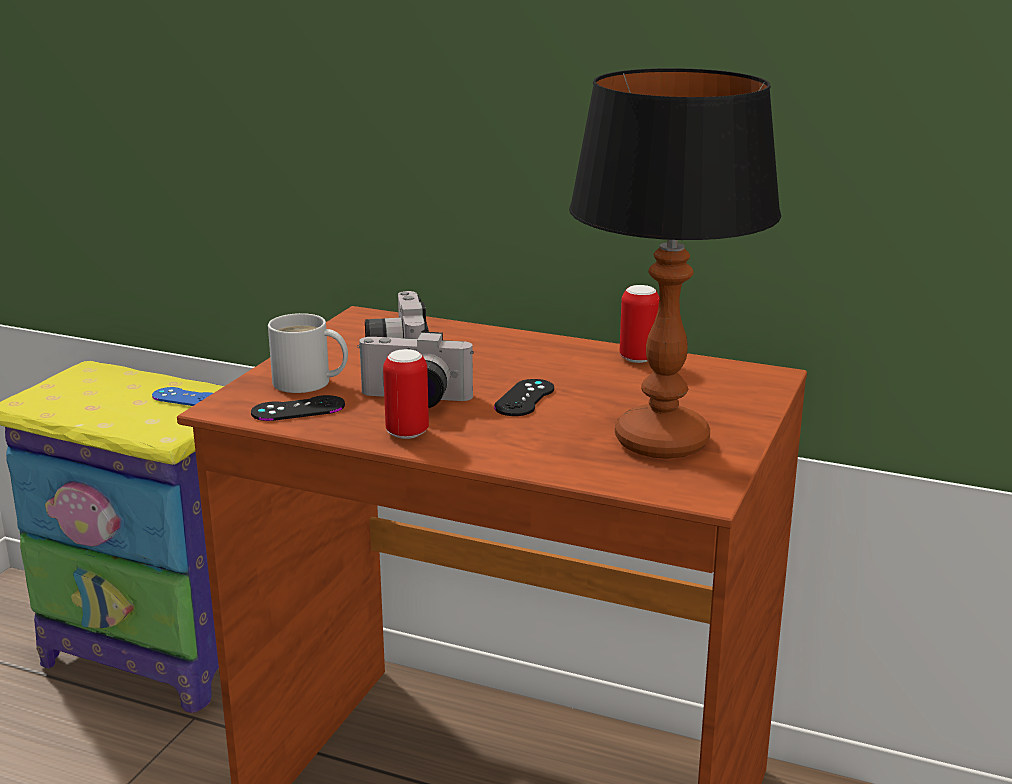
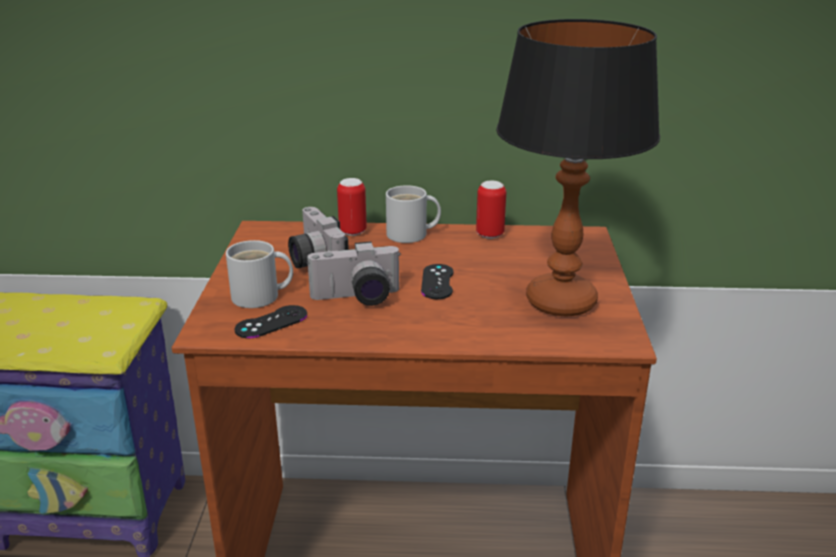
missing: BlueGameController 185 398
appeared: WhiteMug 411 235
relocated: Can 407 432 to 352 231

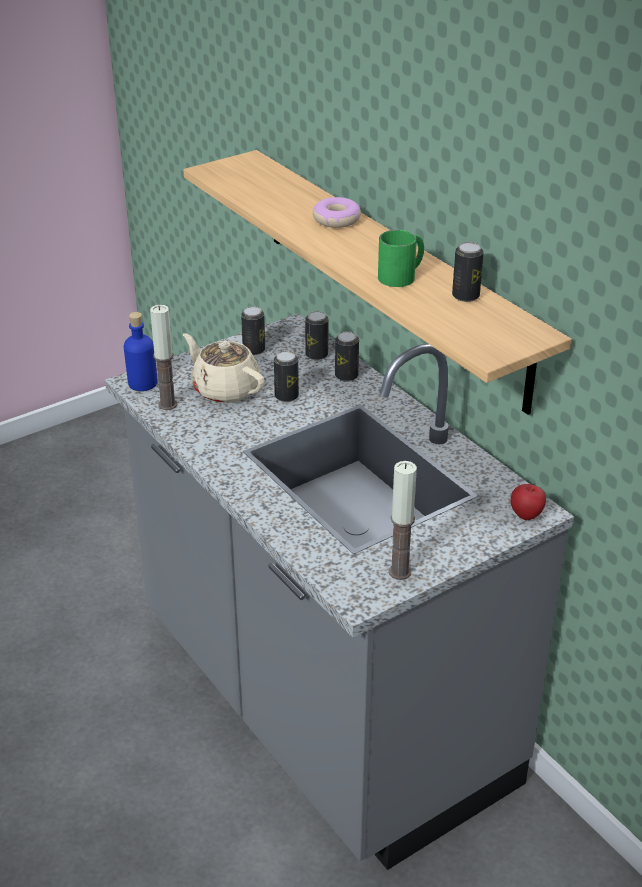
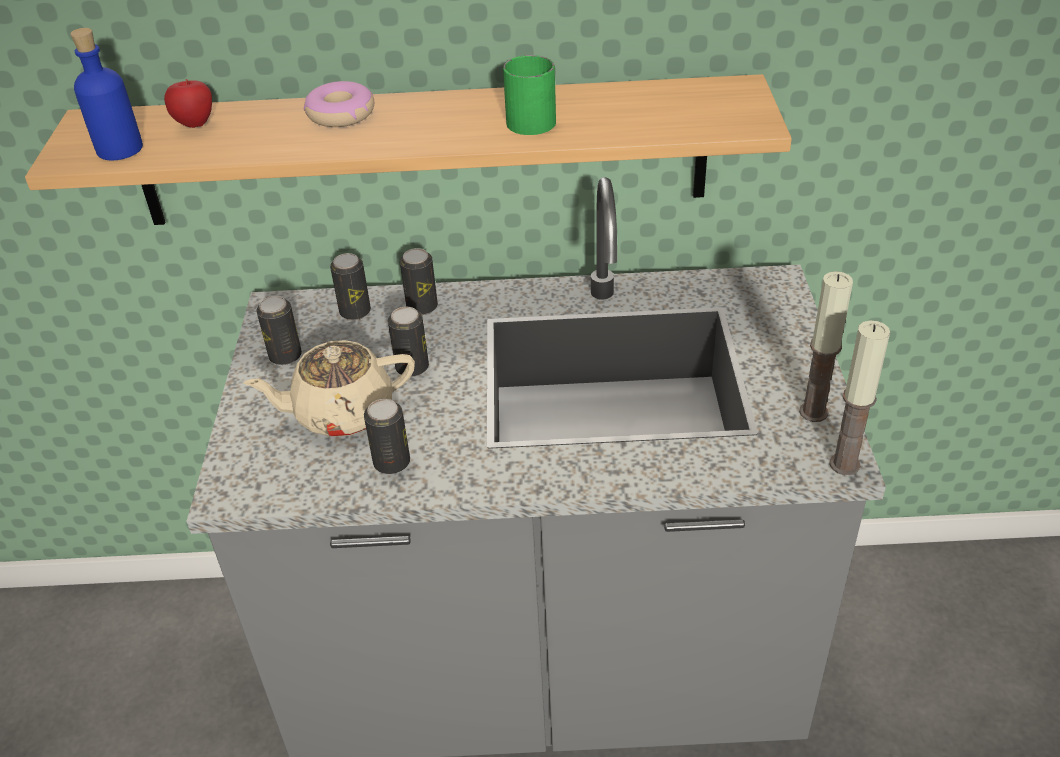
relocated: BlueBottle 142 383 to 119 149; Candle 167 404 to 844 464; Can 465 296 to 392 463; Apple 526 516 to 195 125

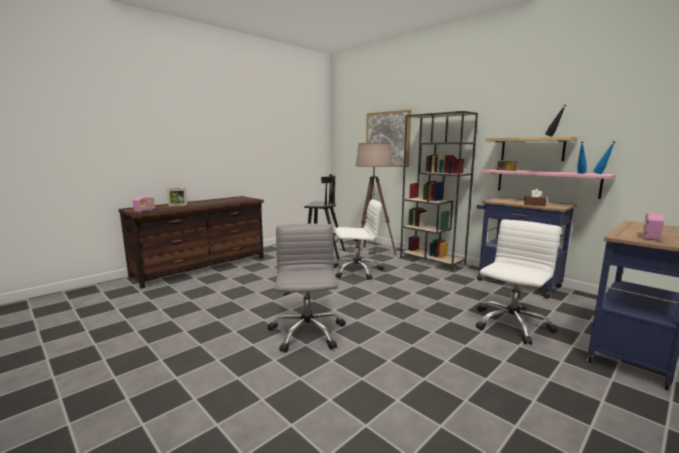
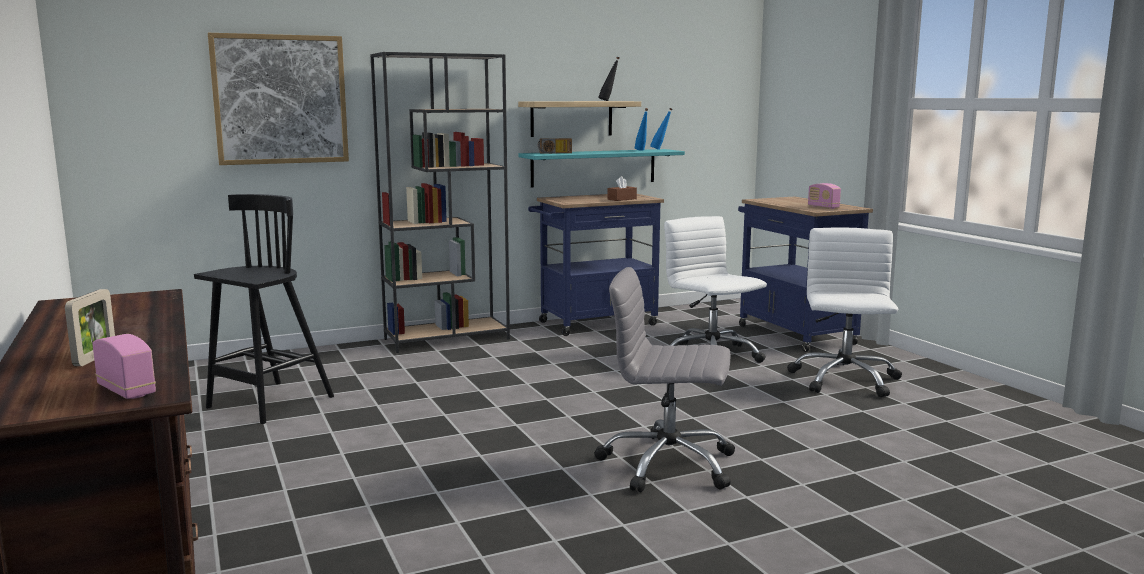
missing: FloorLamp 372 253
relocated: WhiteOfficeChair 357 271 to 844 379
colour: PinkShelf 546 182 to TurquoiseShelf 594 167

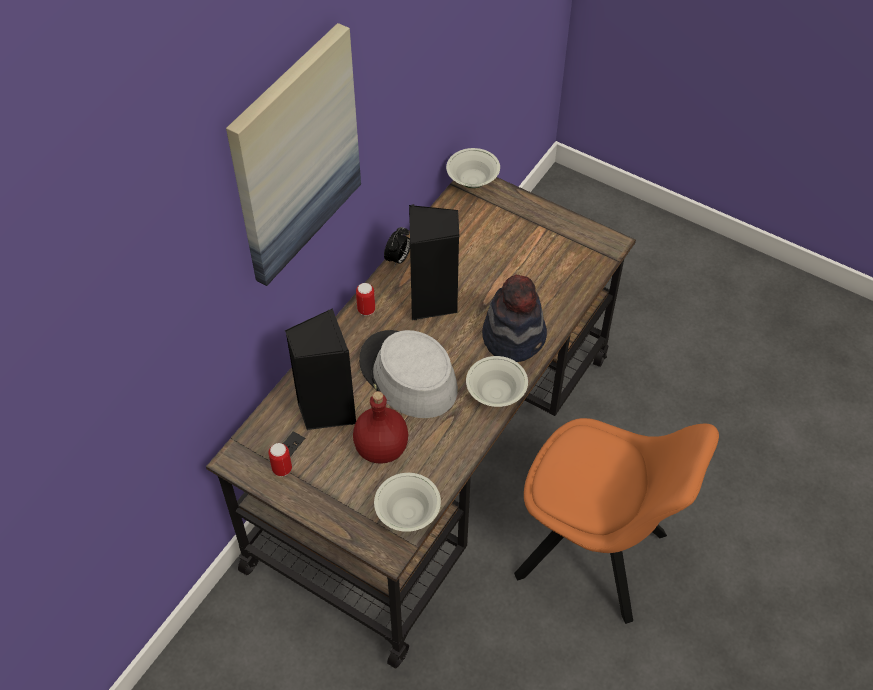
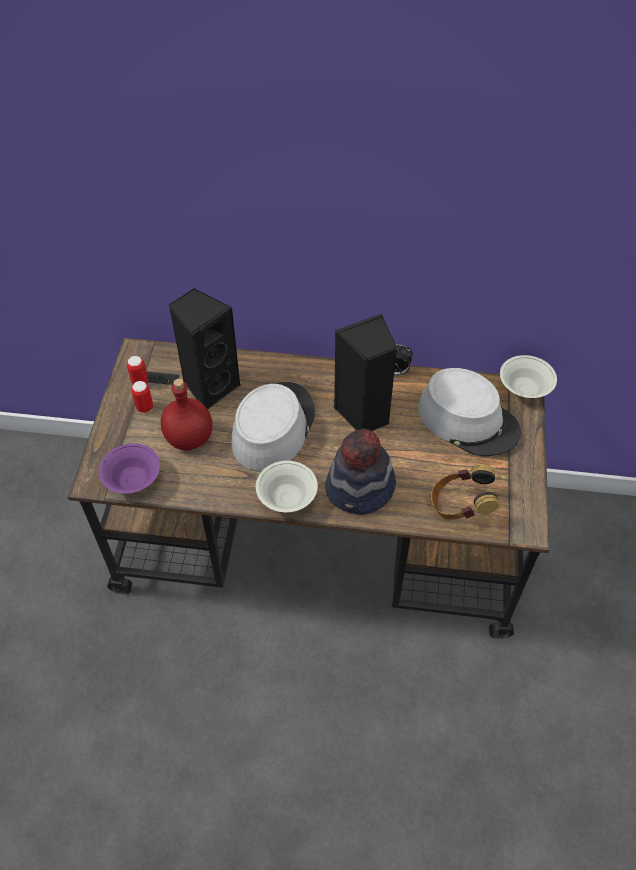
missing: Picture 295 156; OrangeChair 593 554
appeared: GreyHat 468 420; Headphones 460 506
relocated: Can 366 309 to 145 407
colour: WhiteBowl 408 513 to PurpleBowl 133 481

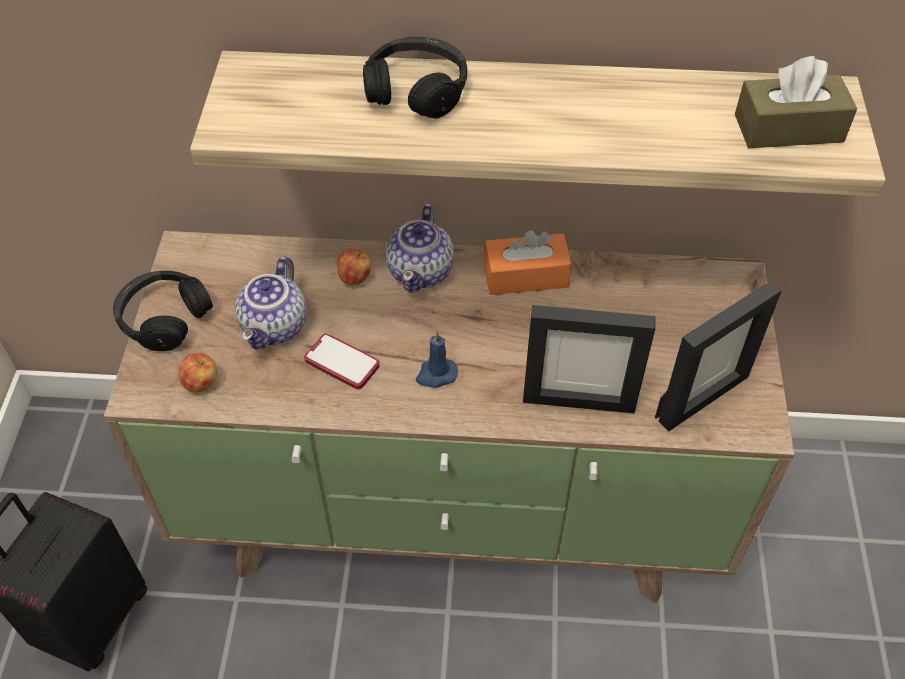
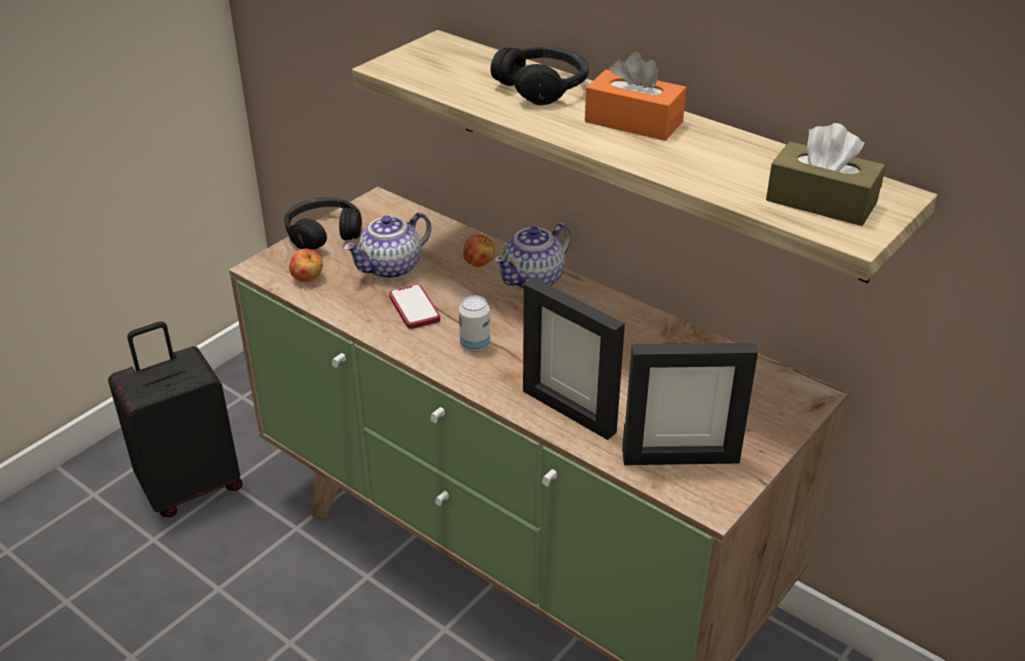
relocated: OrangeTissueBox 525 275 to 633 122
exchanged: BlueCandle 436 374 to Can 475 345

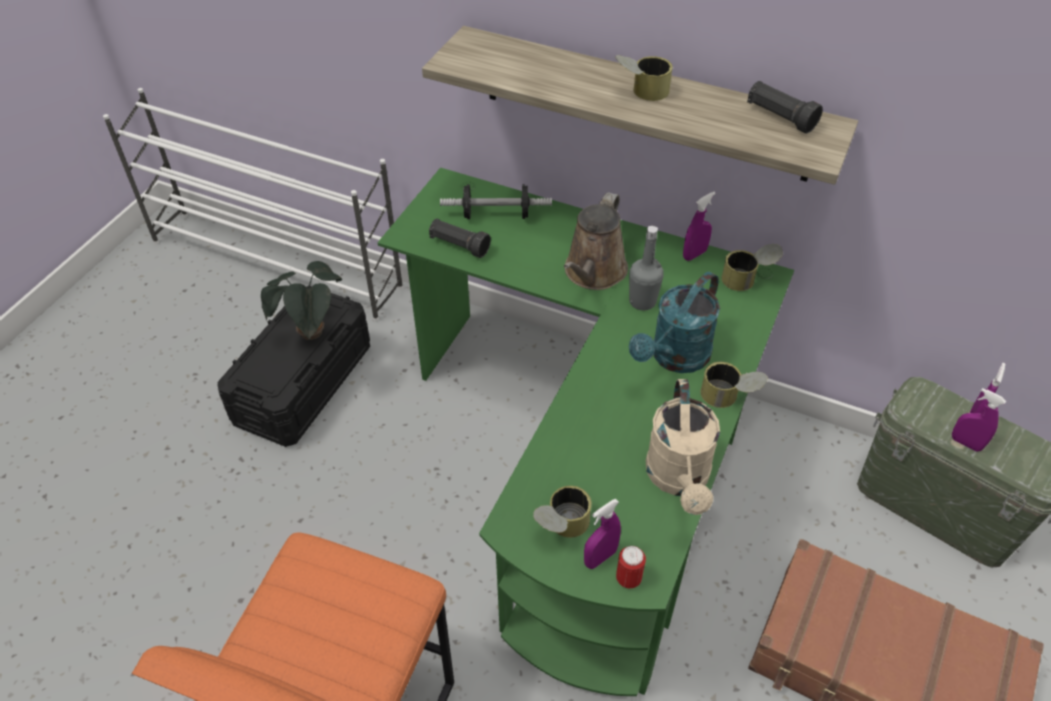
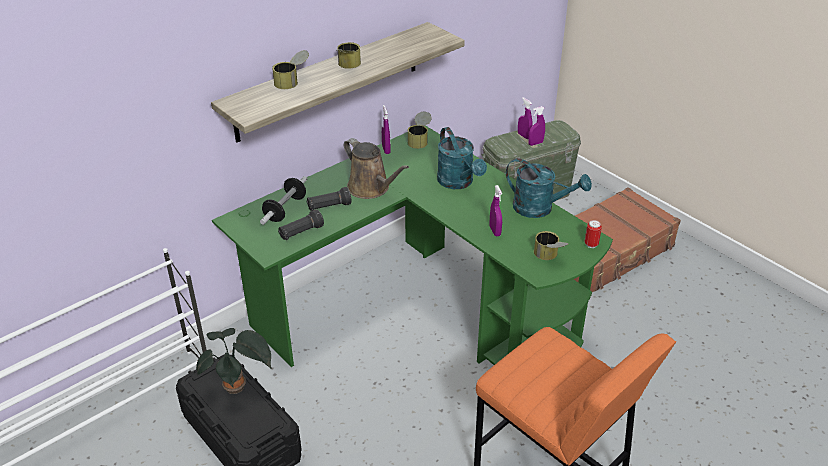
missing: GreyBottle 642 301
relocated: PurpleSprayBottle 600 557 to 495 231; Can 729 398 to 292 81; BlackFlashlight 780 117 to 329 207
colour: BeigeWateringCan 679 479 to TurquoiseWateringCan 540 208

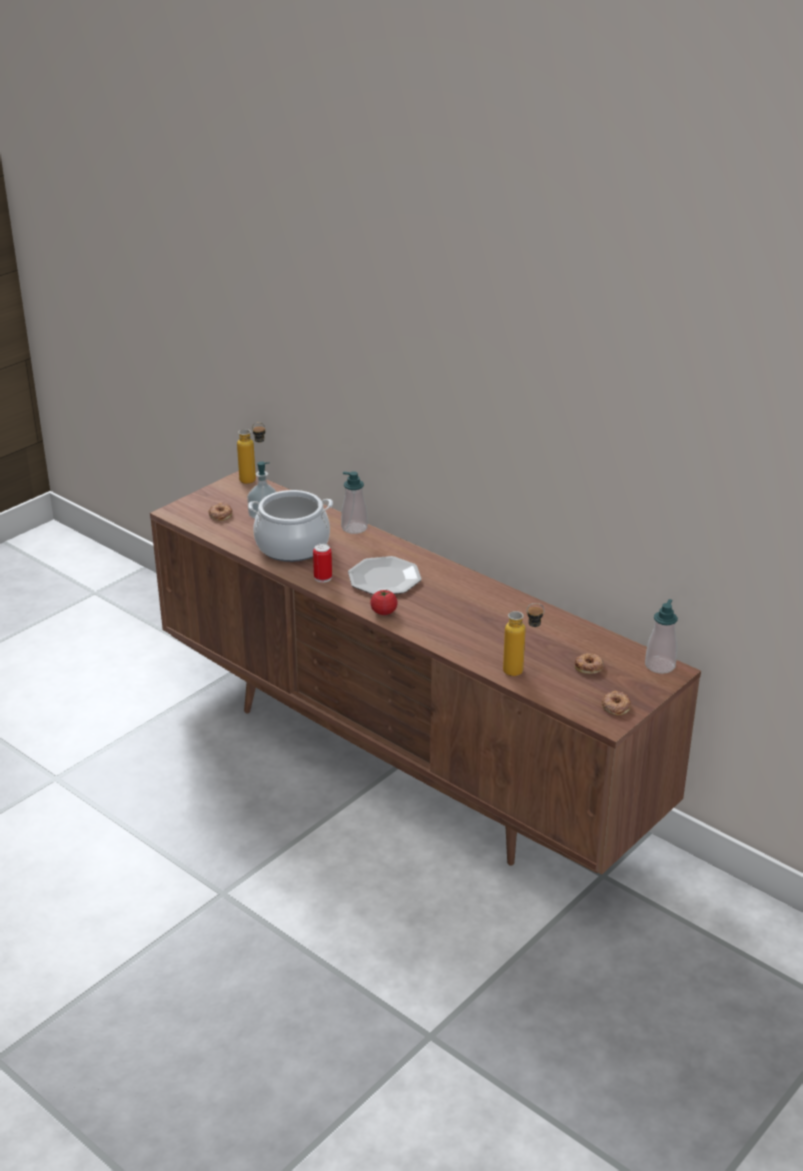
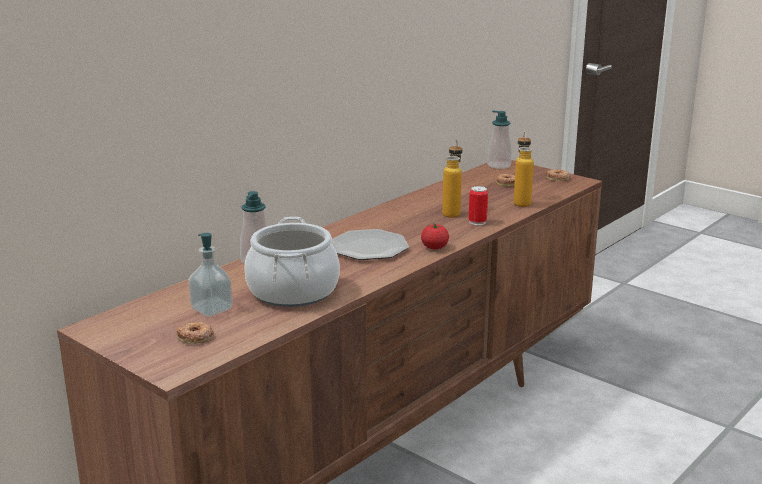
relocated: Bottle 254 481 to 452 212; Can 323 578 to 477 222

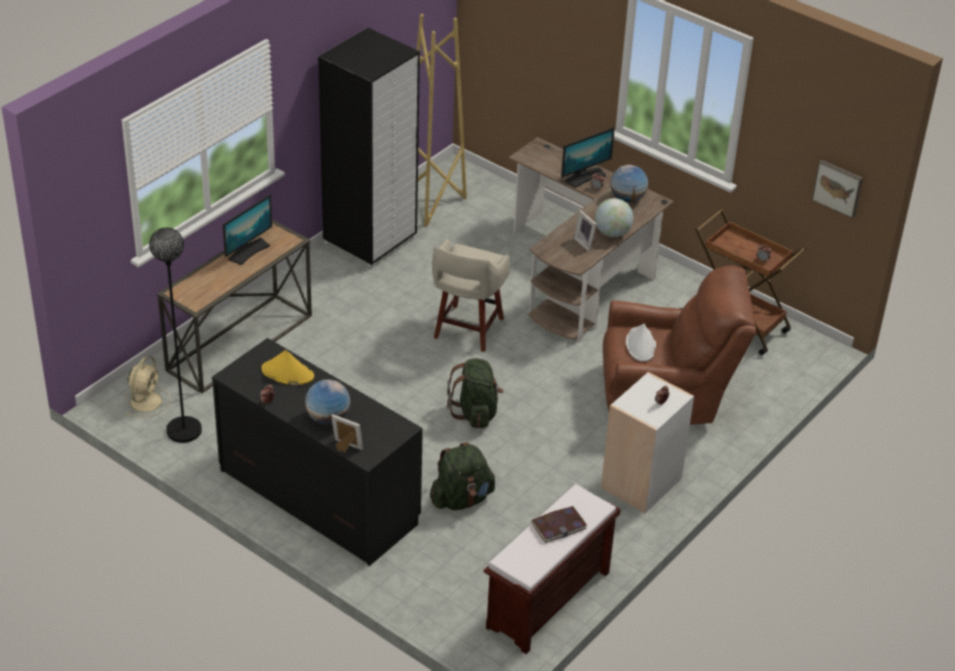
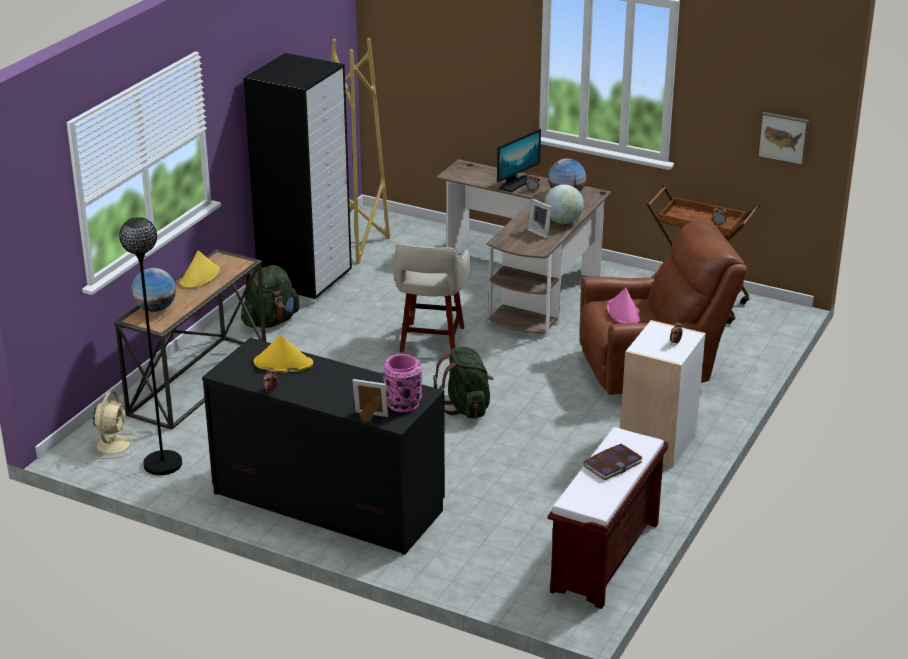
appeared: PinkVase 402 403
relocated: Globe 327 418 to 155 309; GreenBackpack 461 499 to 270 321
exchanged: Monitor 248 251 to YellowHat 200 277
colour: WhiteHat 641 345 to PinkHat 623 313

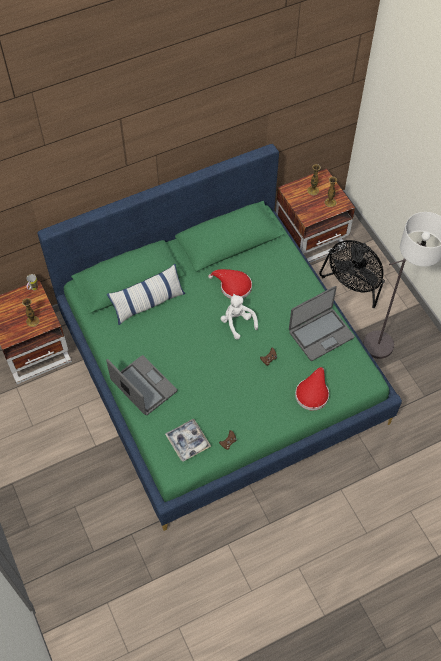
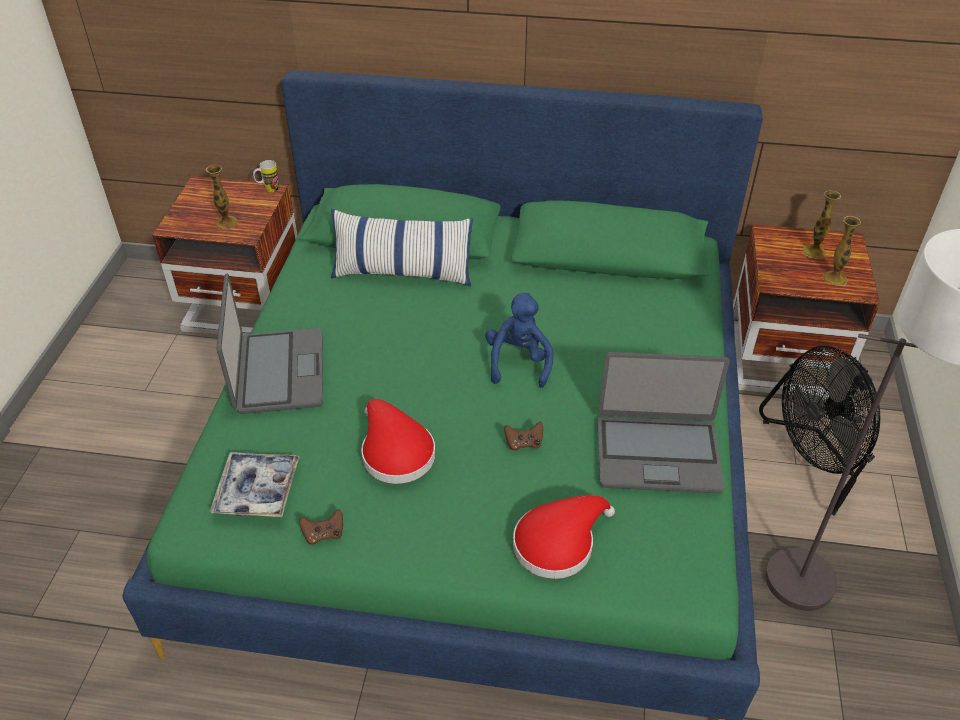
relocated: RedHat 233 286 to 395 452
colour: WhitePlushToy 237 322 to BluePlushToy 518 362

